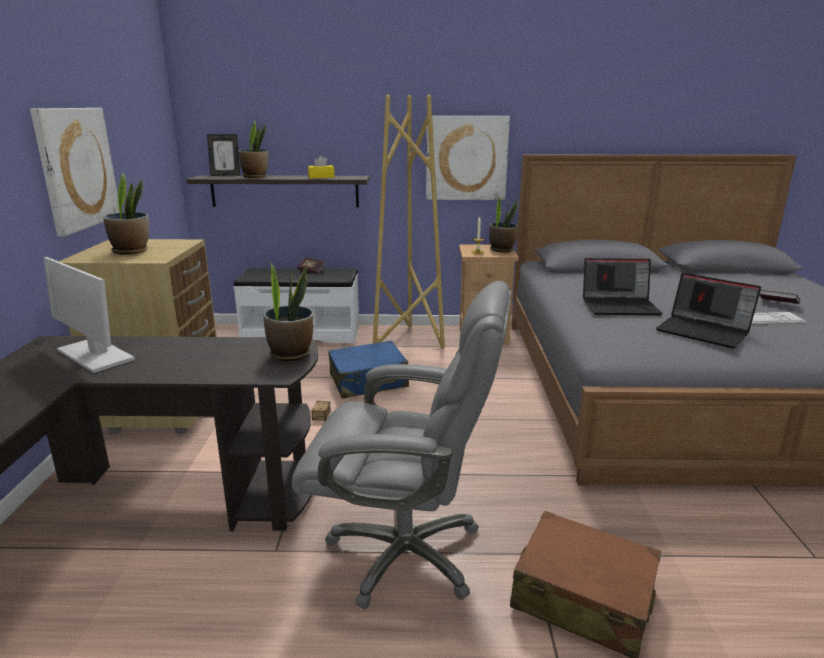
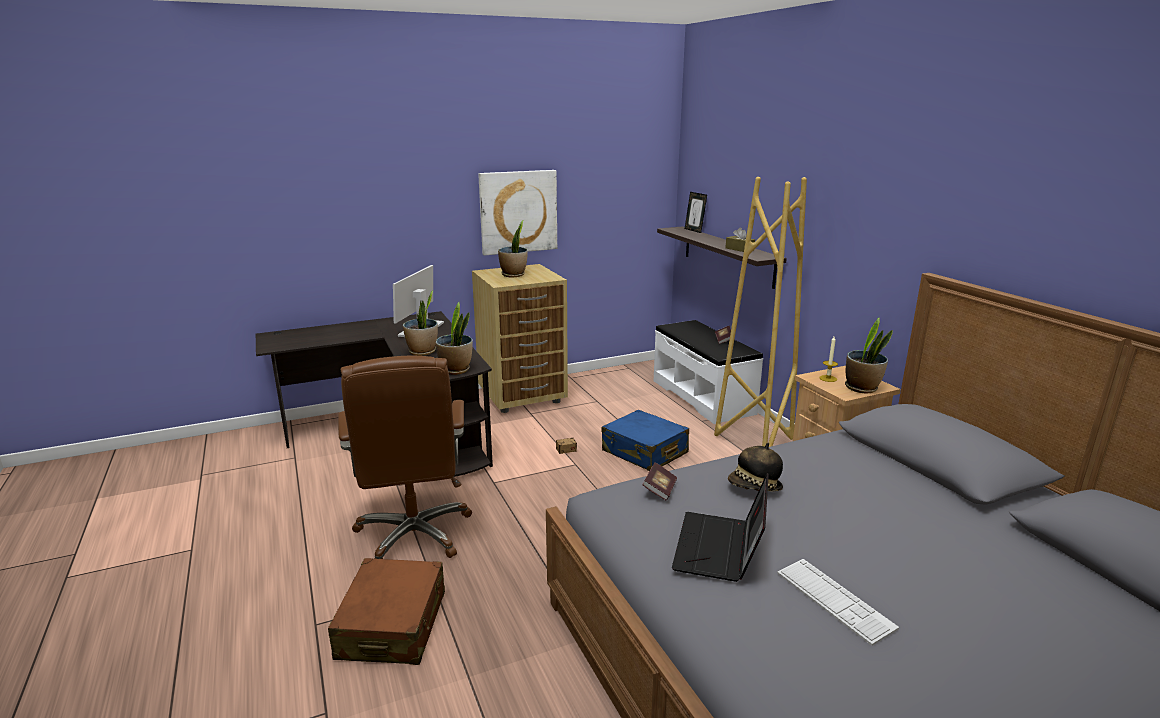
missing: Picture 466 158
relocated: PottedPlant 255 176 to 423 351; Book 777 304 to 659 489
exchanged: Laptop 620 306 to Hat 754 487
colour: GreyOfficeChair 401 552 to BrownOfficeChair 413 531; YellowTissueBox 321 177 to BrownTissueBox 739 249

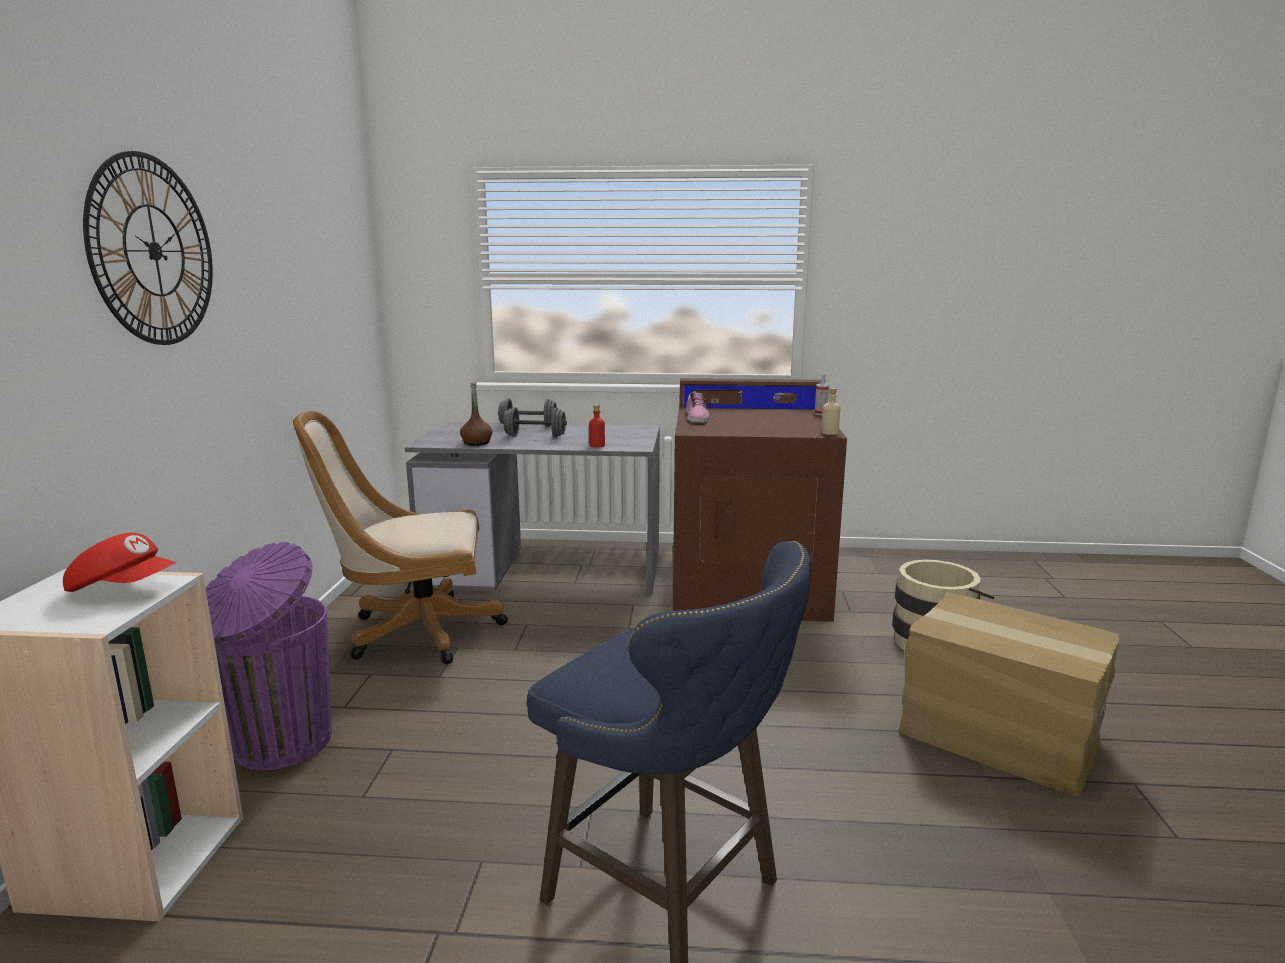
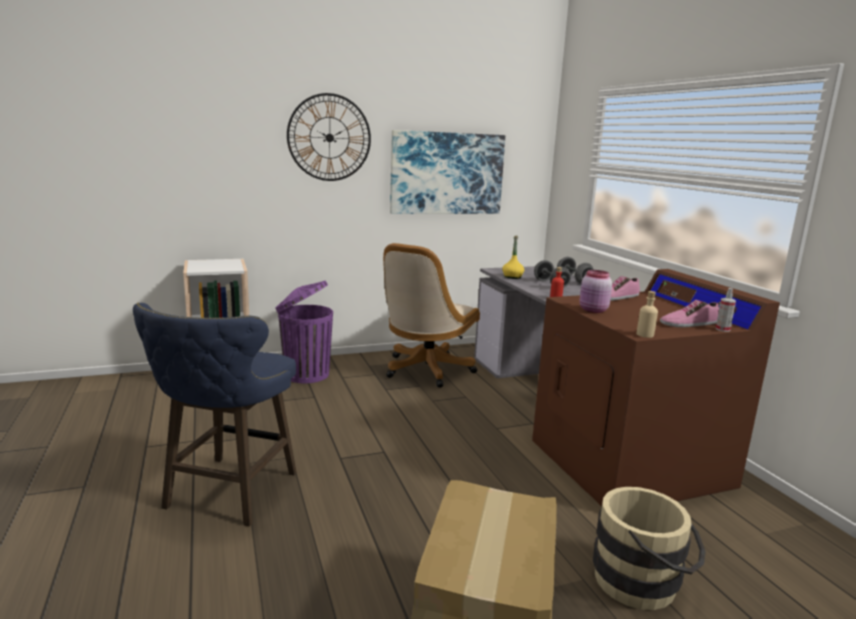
missing: RedCap 124 588
appeared: Picture 447 173; PinkJar 593 310; Shoe 688 323
colour: BrownBottle 477 443 to YellowBottle 512 277
spun: OfficeChair 413 631 = 425 371 120 degrees counterclockwise

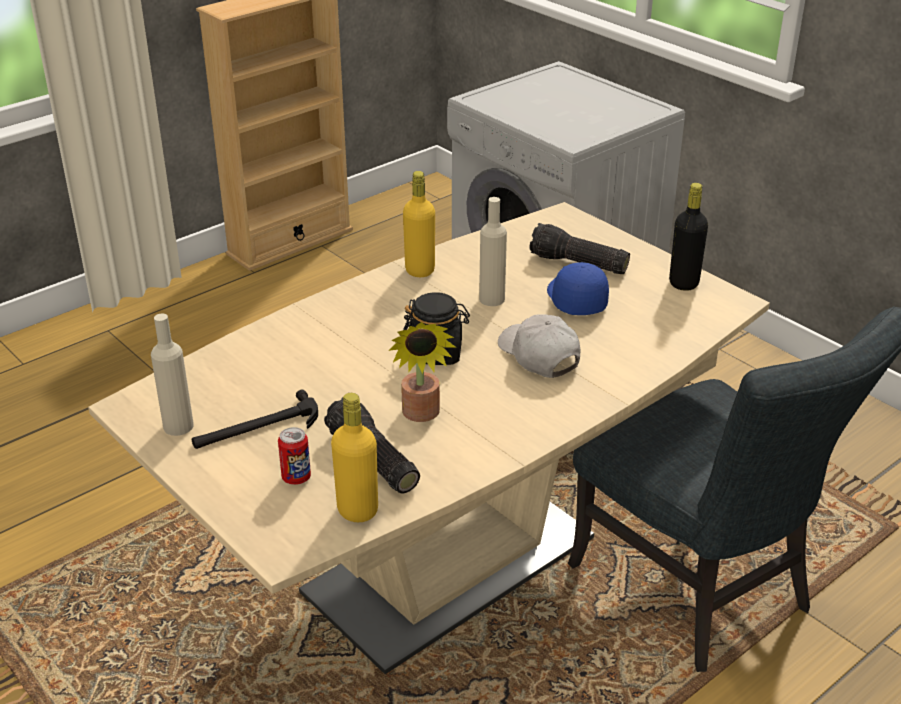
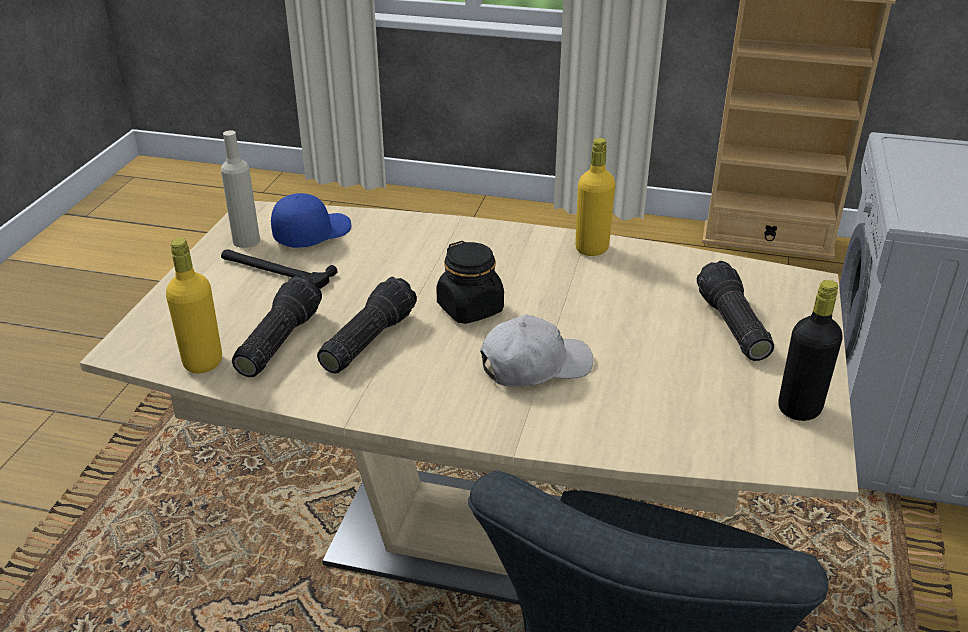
missing: Can 296 478; BeigeBottle 492 299
relocated: BlueCap 574 299 to 312 233
exchanged: PottedPlant 421 415 to Flashlight 366 339
spun: WhiteCap 539 355 = 534 366 45 degrees clockwise

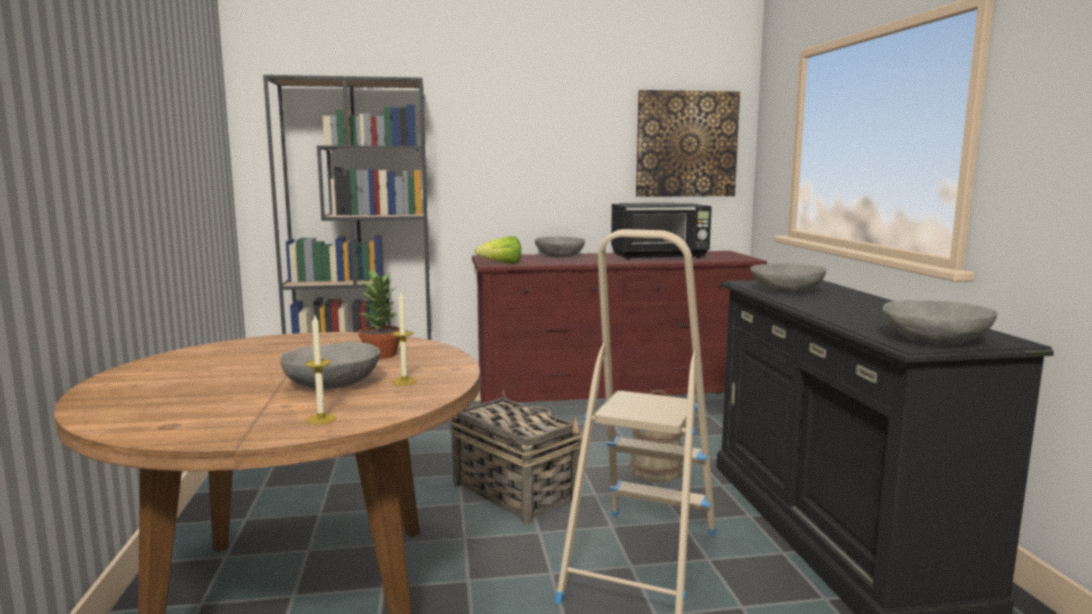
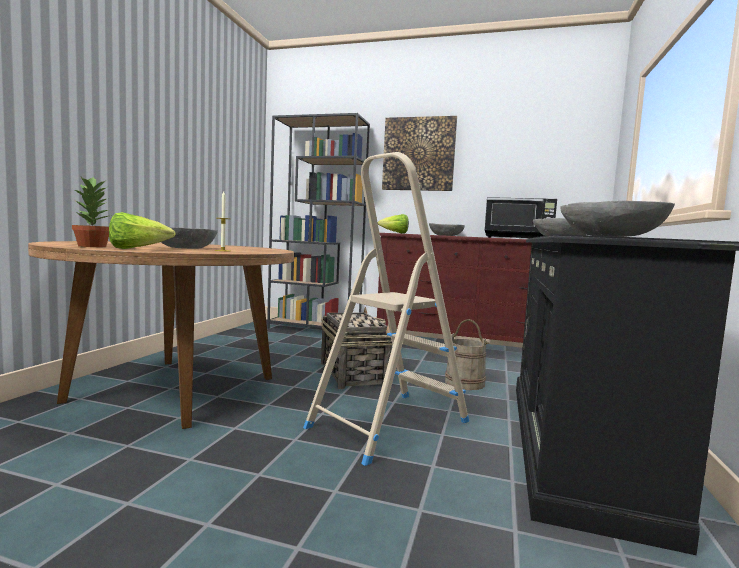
relocated: PottedPlant 381 354 to 93 246; Picture 686 144 to 418 154
exchanged: Candle 321 419 to Lettuce 137 249

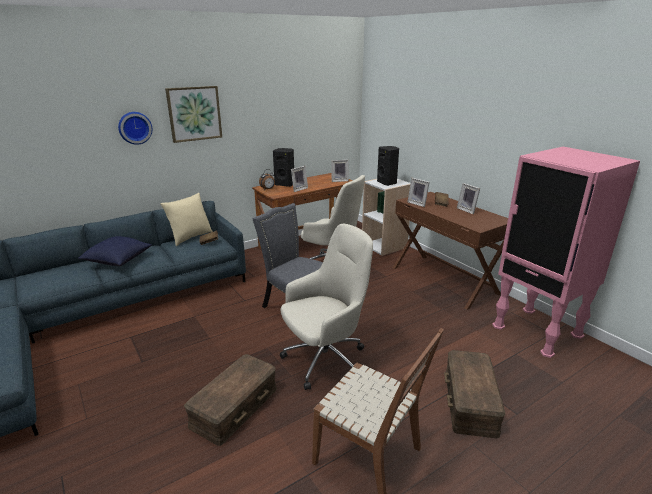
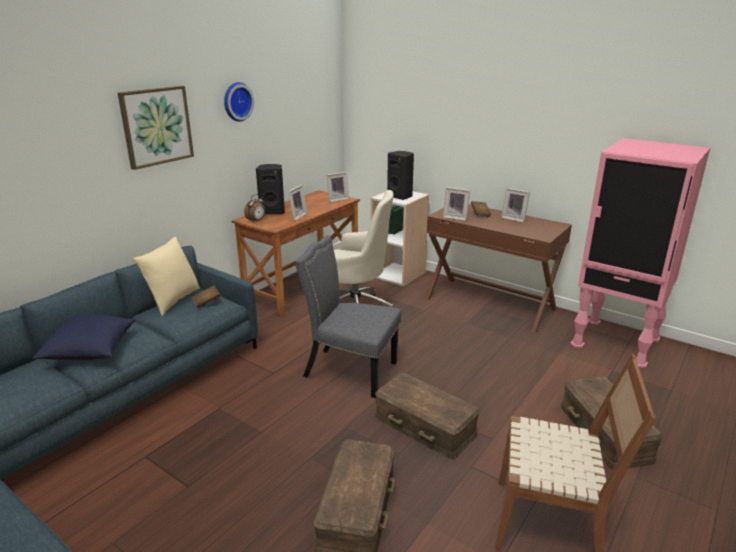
relocated: WallClock 134 127 to 236 101
exchanged: BeigeOfficeChair 325 360 to BrownStorageBox 425 425

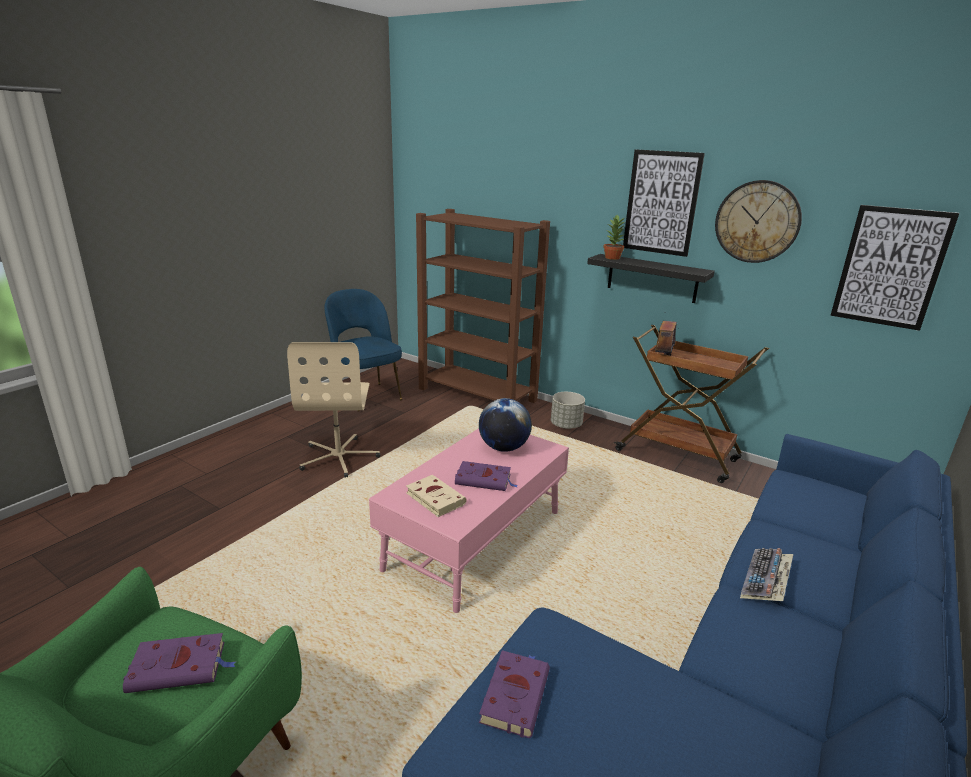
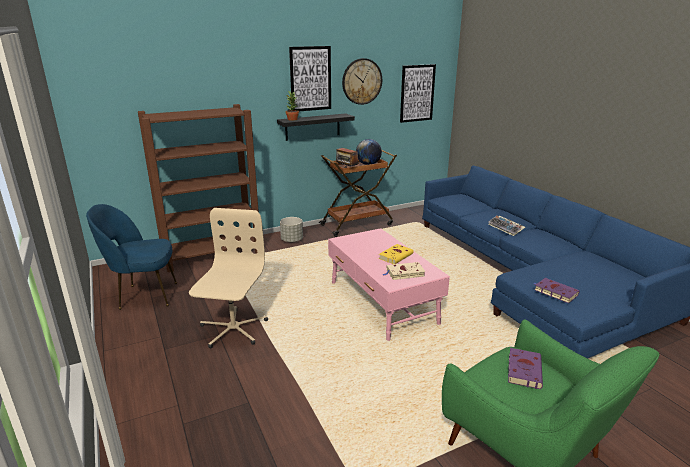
relocated: Globe 504 448 to 368 164
colour: PurpleBook 485 480 to YellowBook 396 256
spun: BeigeOfficeChair 339 457 = 233 329 105 degrees counterclockwise

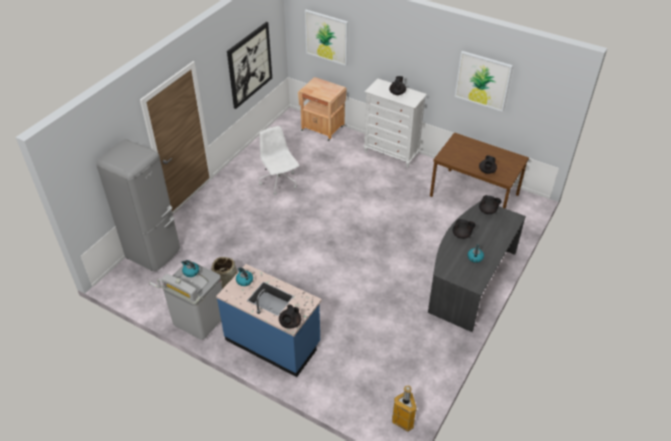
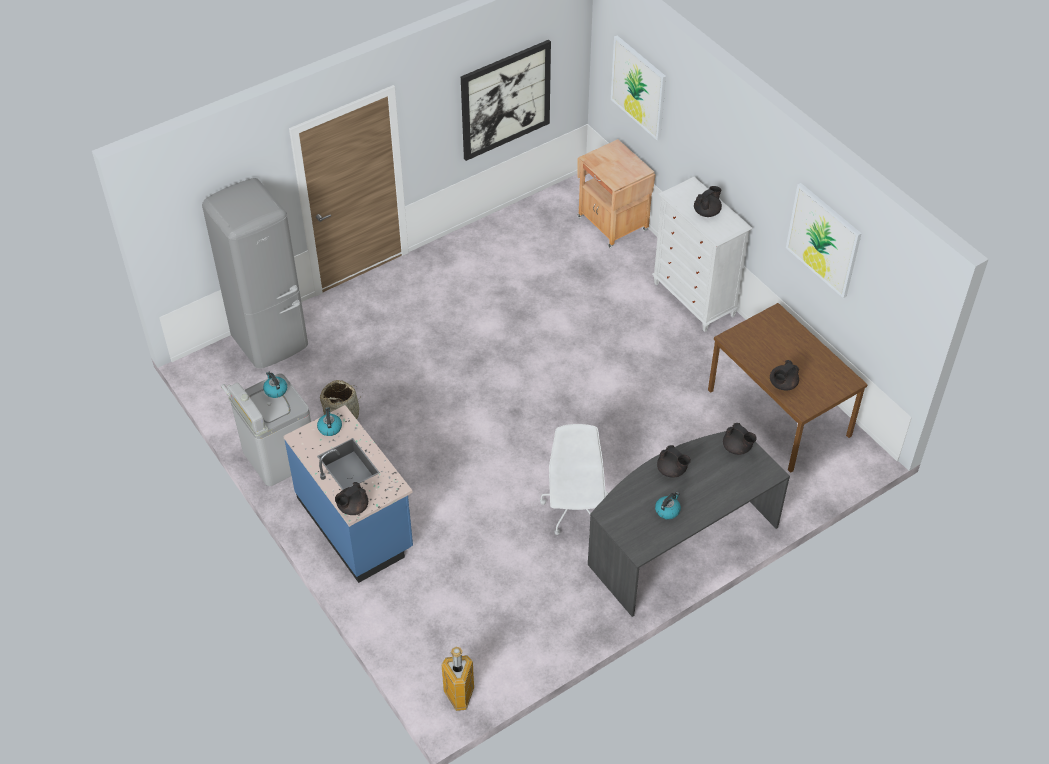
relocated: WhiteOfficeChair 280 183 to 575 513

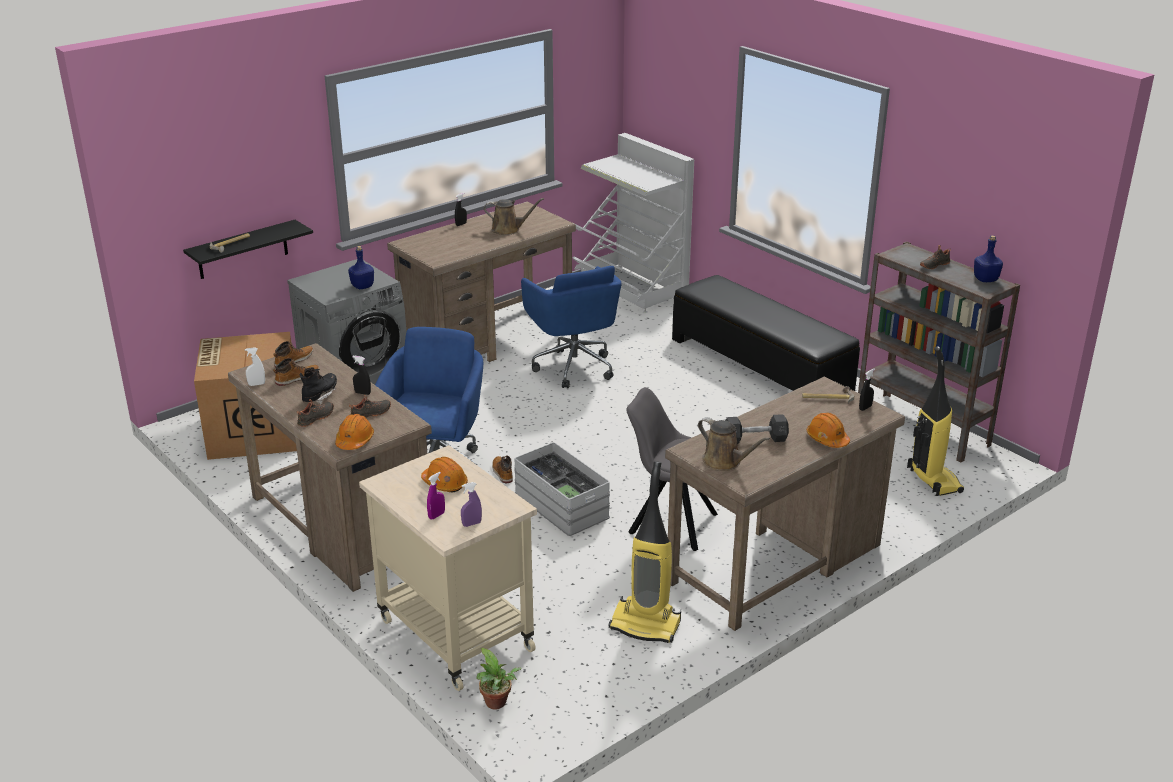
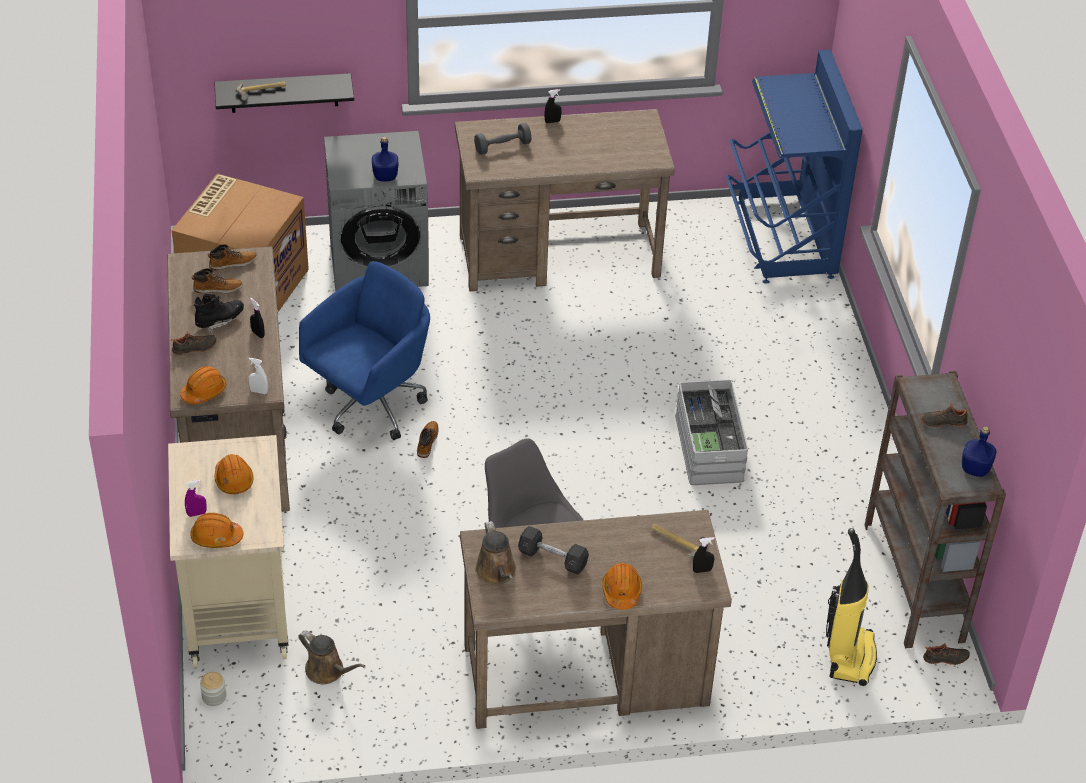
missing: BlueOfficeChair 572 367; VacuumCleaner 646 624; BlackBench 761 365
appeared: GreyDumbbell 502 147
relocated: WhiteSprayBottle 256 384 to 259 391; BlackShoe 371 414 to 945 659; BrownWateringCan 508 230 to 327 671; GreyStorageBox 560 505 to 708 447
exchanged: PurpleSprayBottle 471 524 to OrangeHardHat 216 537; PottedPlant 497 704 to Jar 214 696
colour: WhiteShoeRack 629 289 to BlueShoeRack 779 239

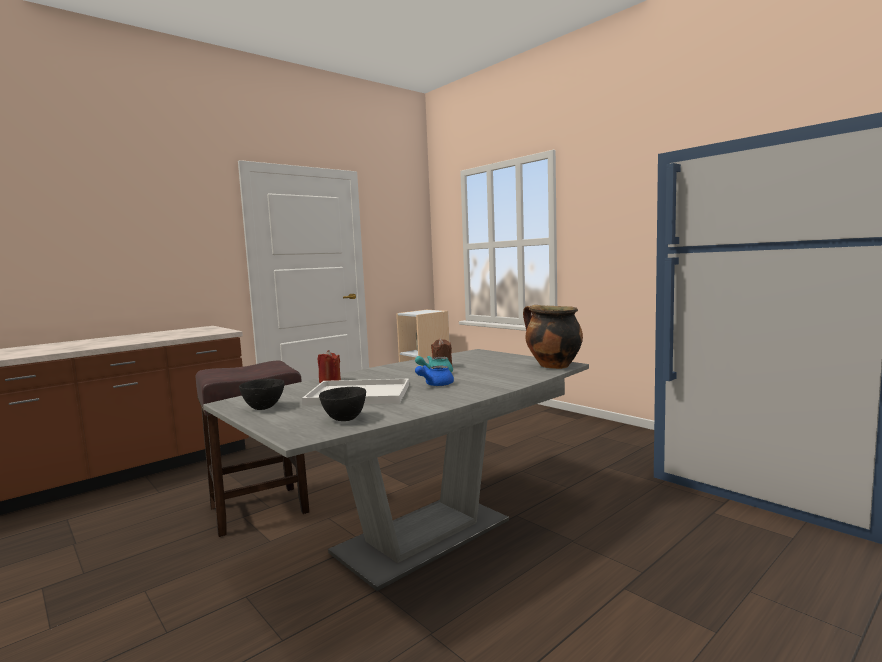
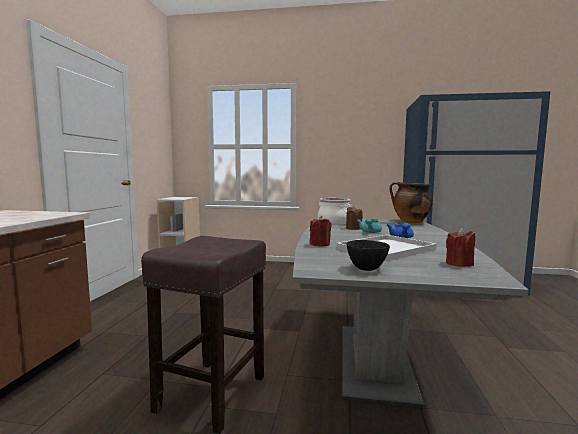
appeared: CookingPot 334 222
exchanged: BlackBowl 345 419 to RedCandle 459 264

